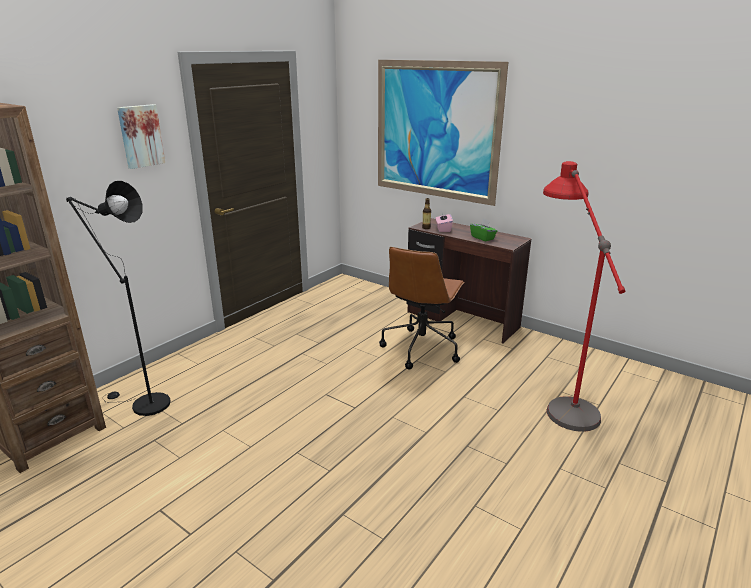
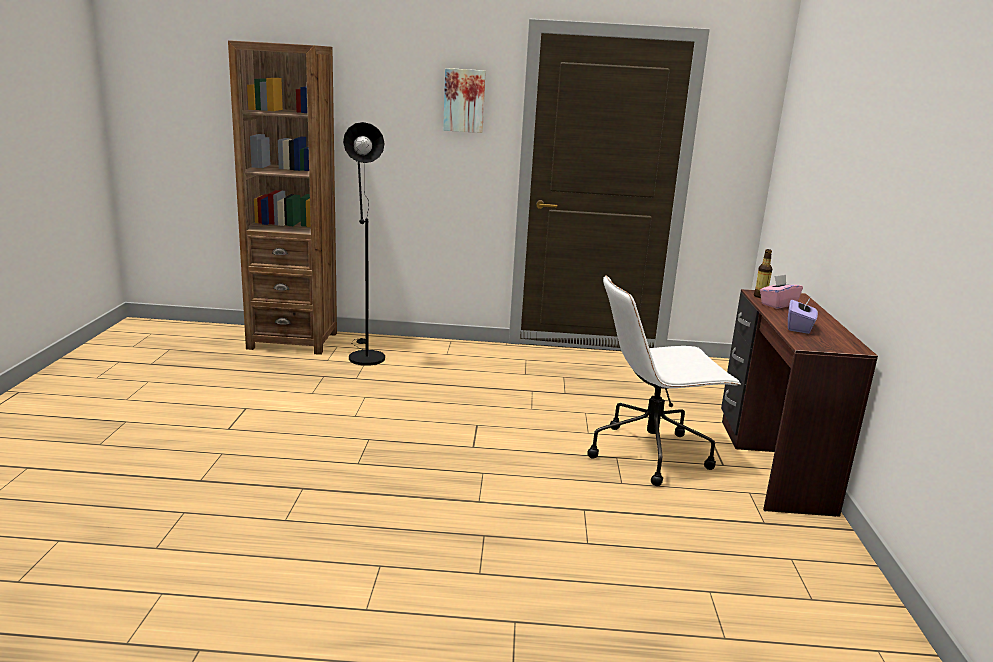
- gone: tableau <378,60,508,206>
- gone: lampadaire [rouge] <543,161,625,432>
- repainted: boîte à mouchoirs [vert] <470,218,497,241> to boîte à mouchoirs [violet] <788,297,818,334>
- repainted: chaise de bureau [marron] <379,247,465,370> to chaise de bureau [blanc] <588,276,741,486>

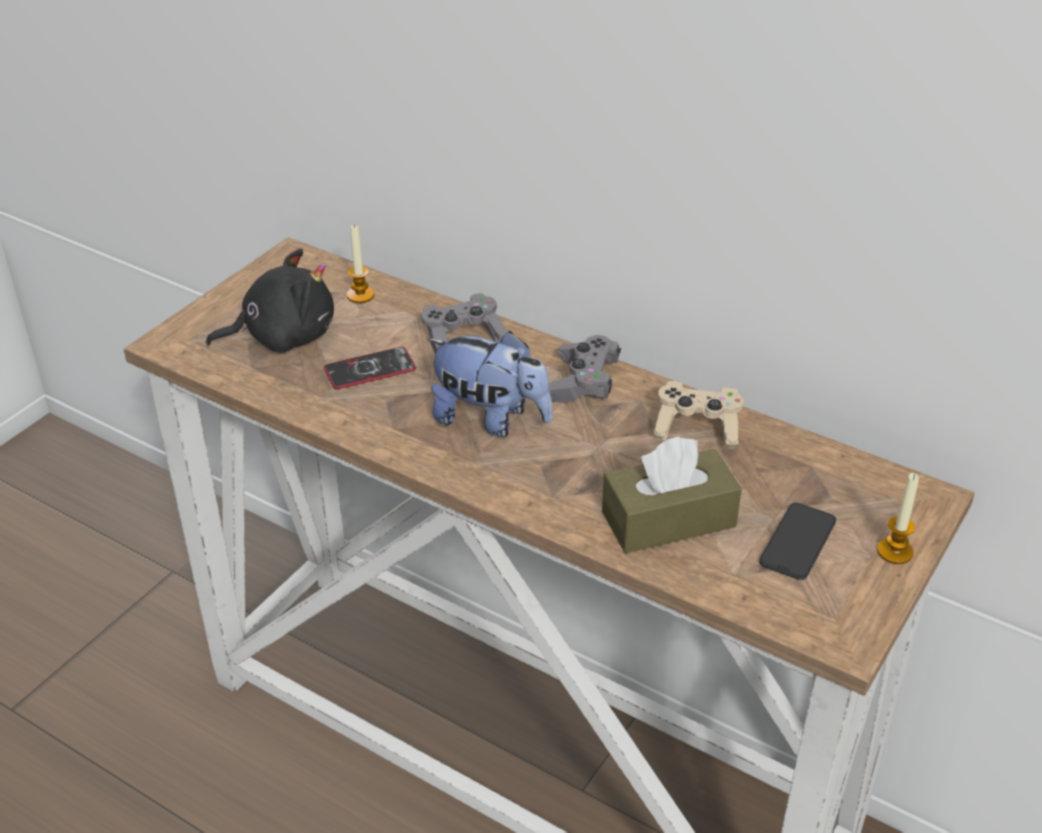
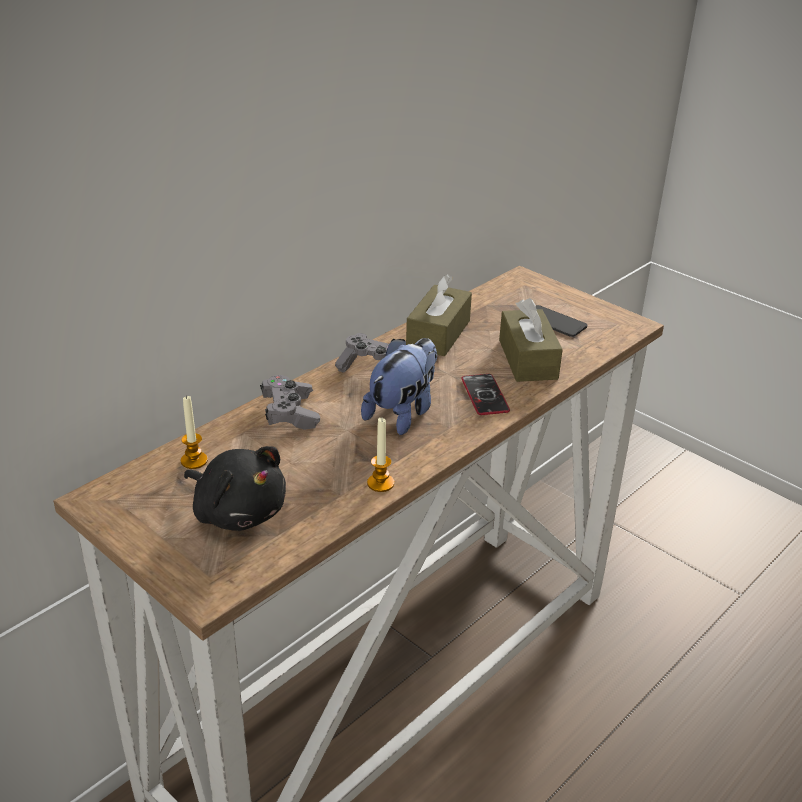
- rotated: peluche [noir] <206,248,334,353> = <184,446,286,531> 135 degrees clockwise
- shifted: téléphone <324,347,416,389> to <461,374,510,415>
- swapped: manette [beige] <653,381,744,449> to boîte à mouchoirs [marron] <406,274,472,356>
- shifted: bougie <877,473,919,564> to <367,418,394,492>

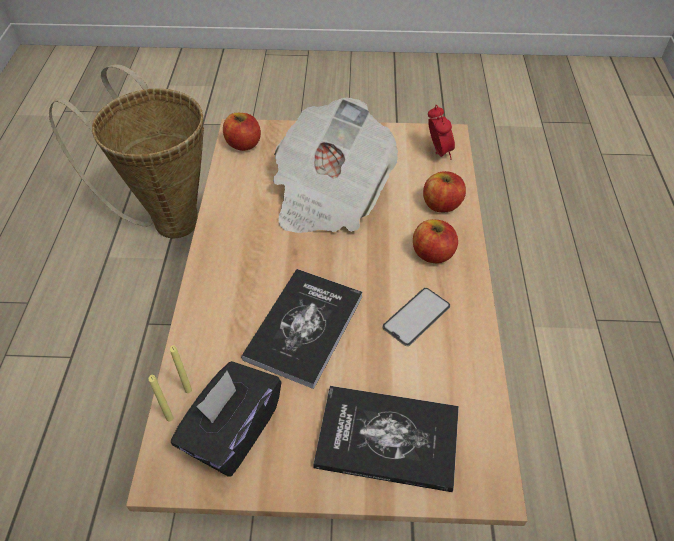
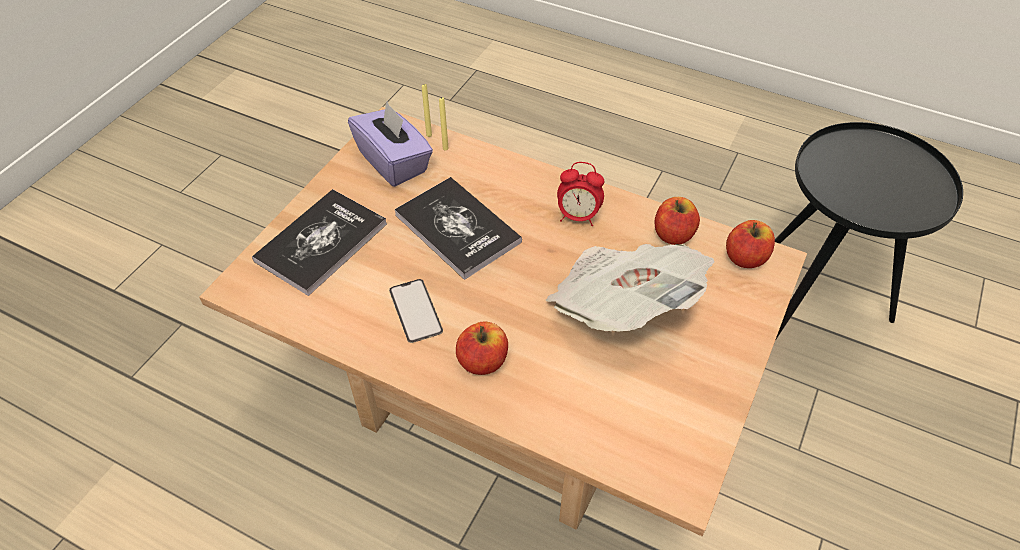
- swapped: panier <49,64,204,238> to table d'appoint [noir] <775,122,963,341>
- shifted: réveil <428,105,455,160> to <557,162,604,226>
- shifted: pomme <423,171,466,212> to <655,197,700,245>
- repainted: boîte à mouchoirs [noir] <171,361,281,476> to boîte à mouchoirs [violet] <348,102,433,187>

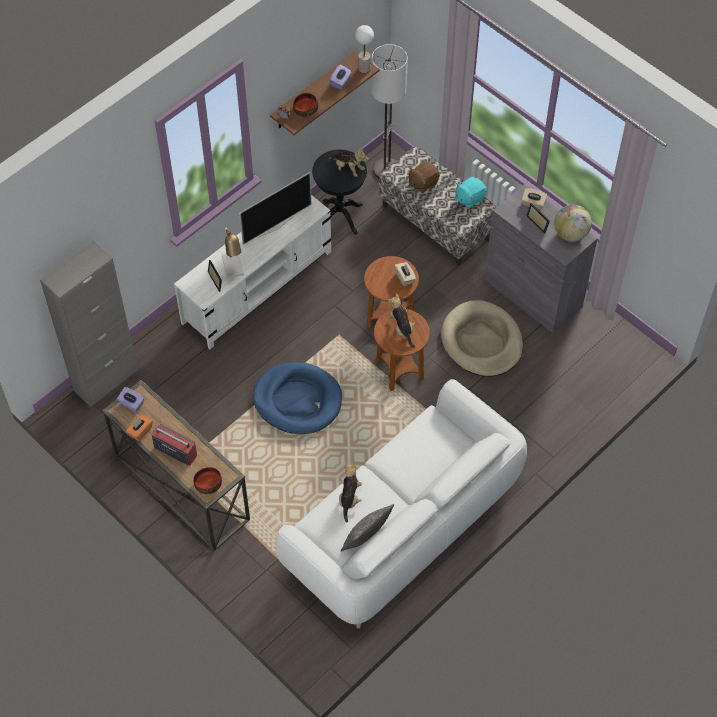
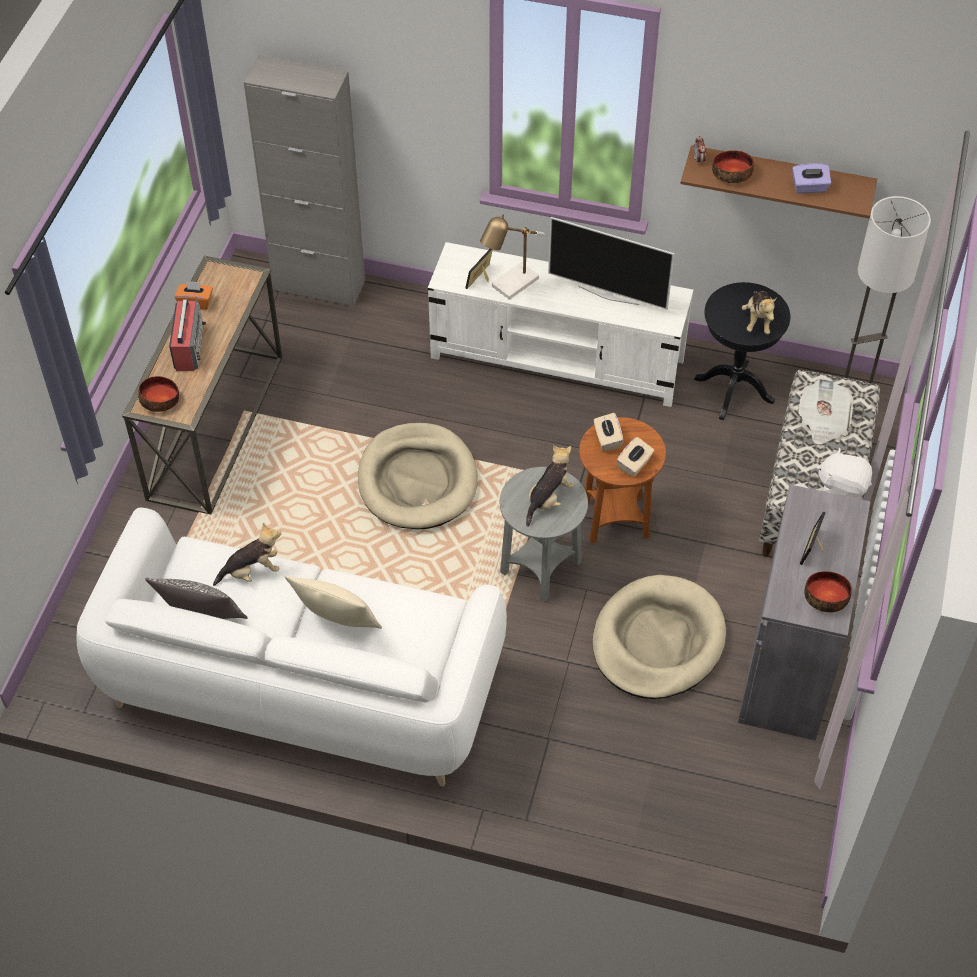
- gone: lampe de table <355,25,374,73>
- swapped: peluche [marron] <409,161,440,193> to journal <797,377,854,444>
- repainted: peluche [turquoise] <456,177,487,209> to peluche [blanc] <816,447,872,499>
- shifted: boîte à mouchoirs [beige] <522,188,547,210> to <594,413,623,451>
- swapped: globe <554,205,592,242> to bol <804,571,852,613>
- repainted: table d'appoint [marron] <374,309,430,391> to table d'appoint [gris] <500,467,588,602>
- repainted: panier pour chien [bleu] <253,362,342,434> to panier pour chien [beige] <358,423,478,529>
- gone: boîte à mouchoirs [violet] <117,387,144,412>
- new: coussin [beige] <285,575,382,629>

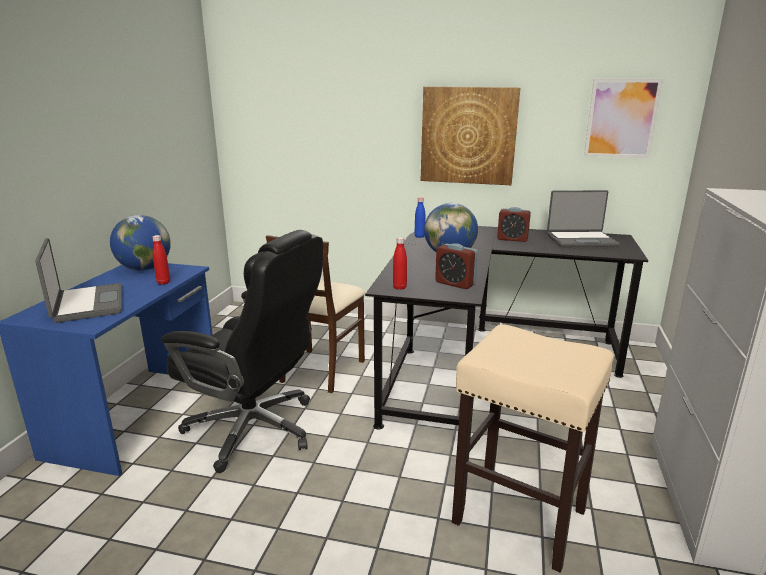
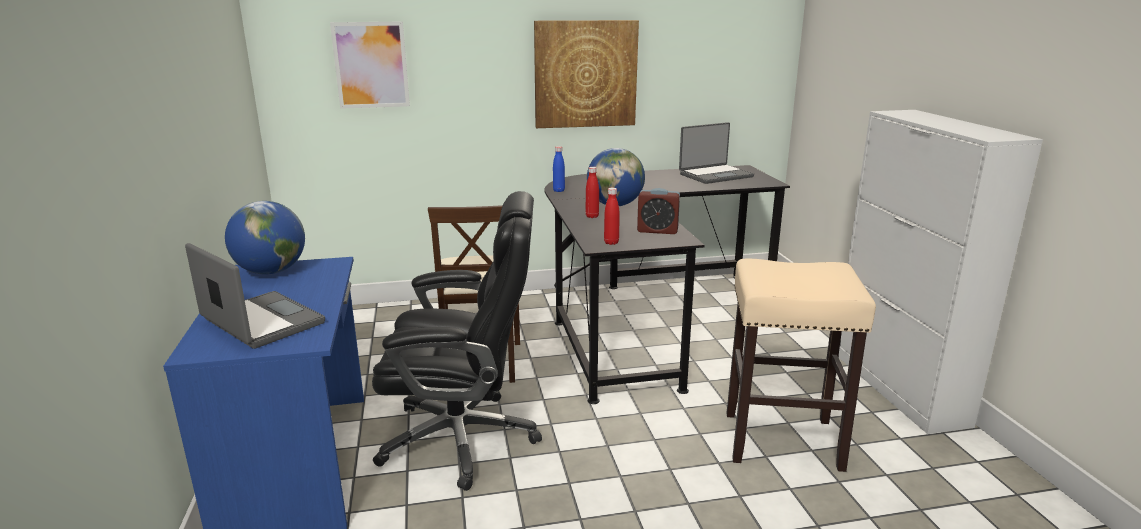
- shifted: tableau <584,79,663,158> to <330,22,410,109>
- gone: réveil <497,207,531,242>
- shifted: bouteille [rouge] <153,235,170,285> to <586,167,599,218>

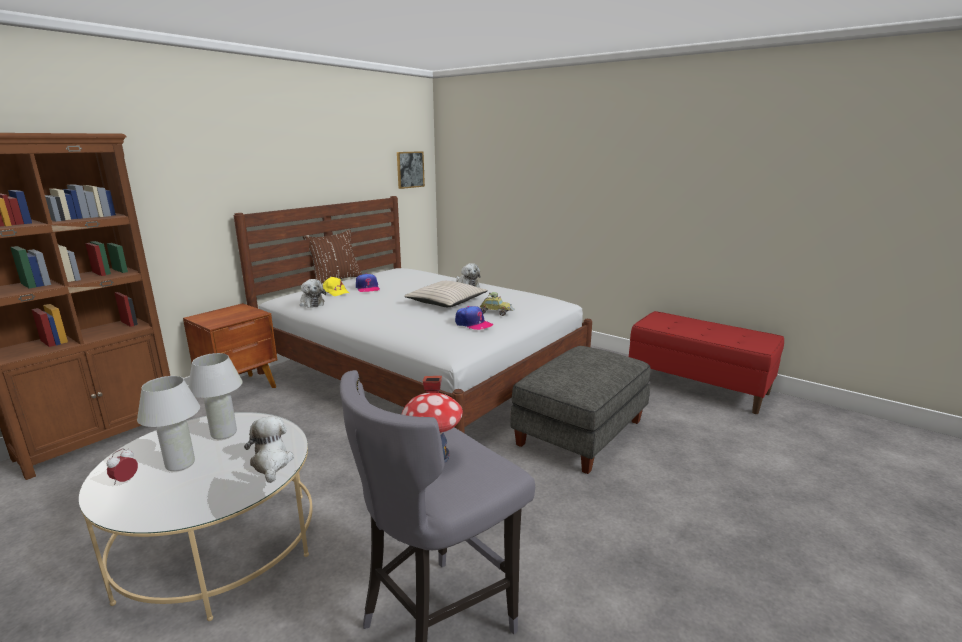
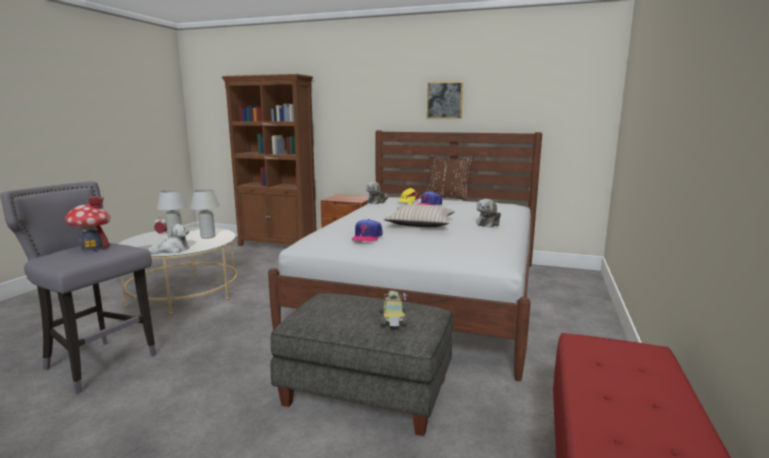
- shifted: tableau <397,151,425,189> to <427,82,463,119>
- shifted: petite voiture <480,292,515,316> to <380,291,408,326>

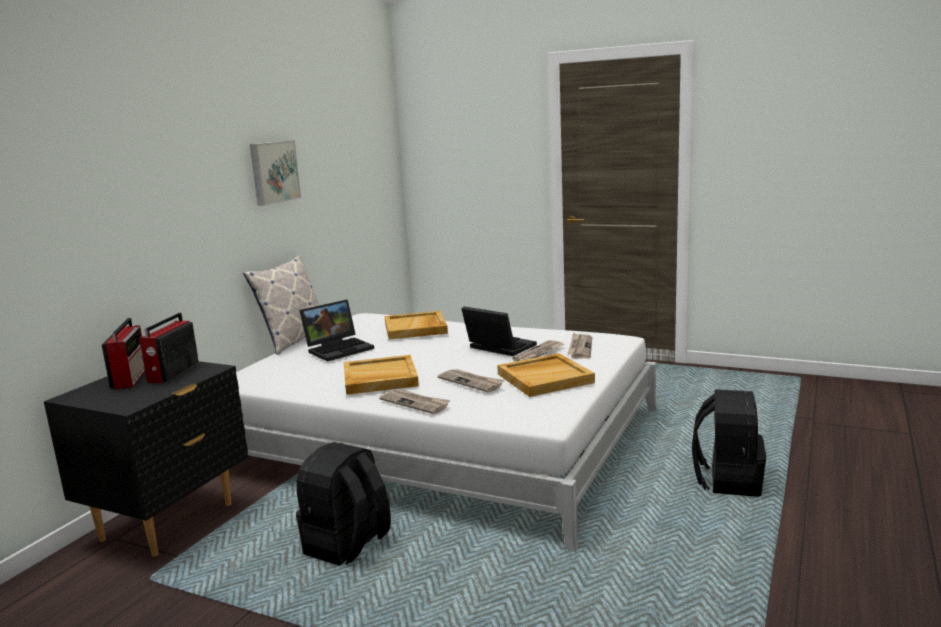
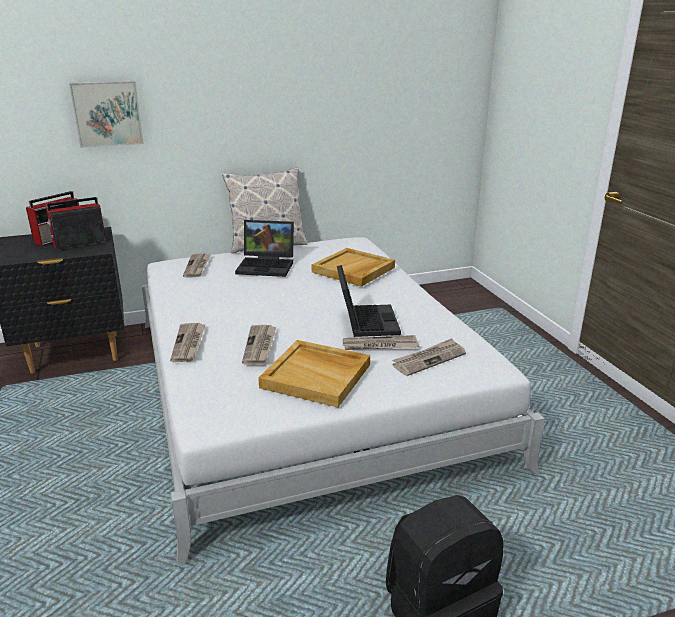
- shifted: tableau <250,140,301,206> to <69,81,144,148>
- gone: plateau [beige] <344,355,419,395>
- gone: sac à dos [noir] <296,442,391,566>
- new: journal <183,253,211,277>

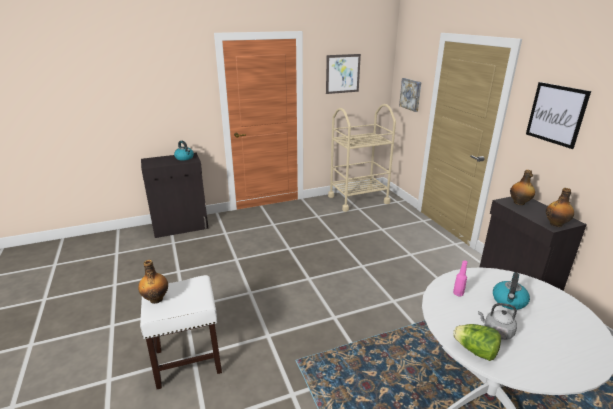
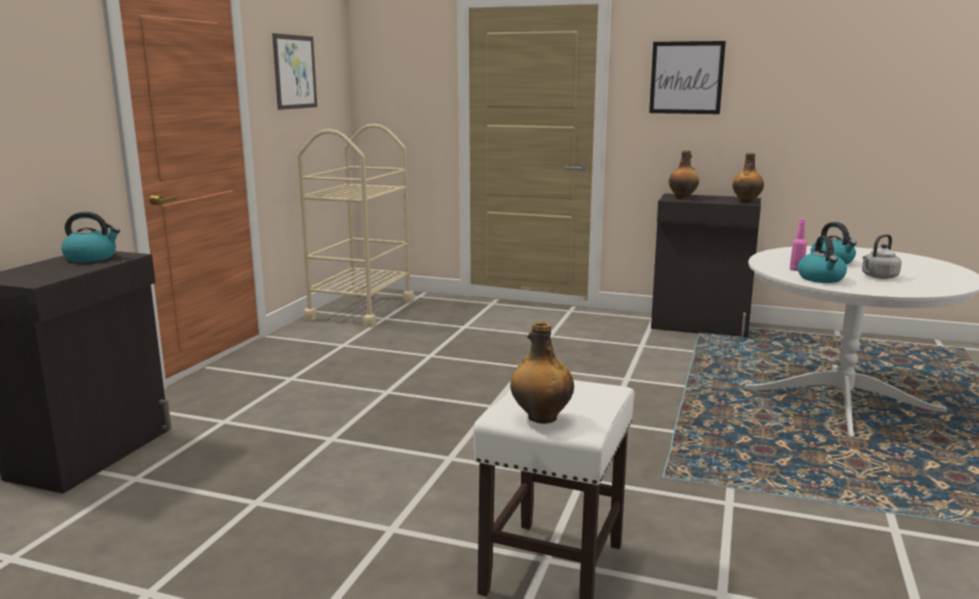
- gone: tableau <399,78,421,112>
- gone: laitue <453,324,501,361>
- new: bouilloire <798,236,847,283>

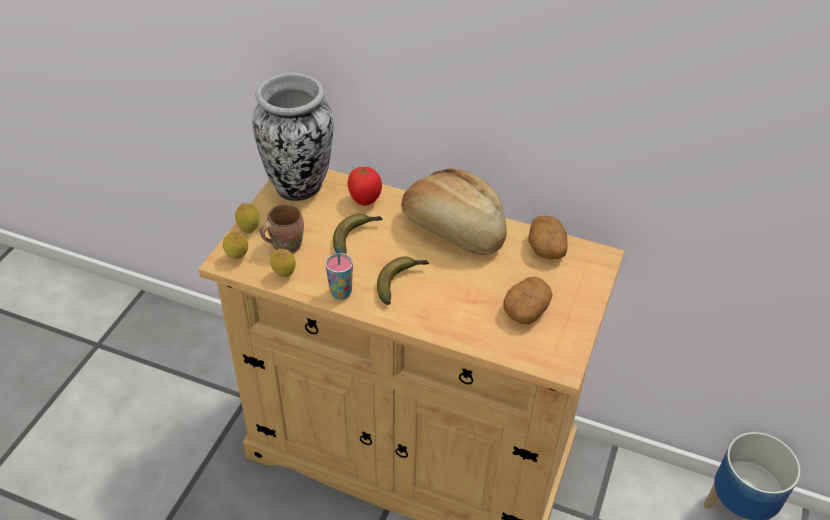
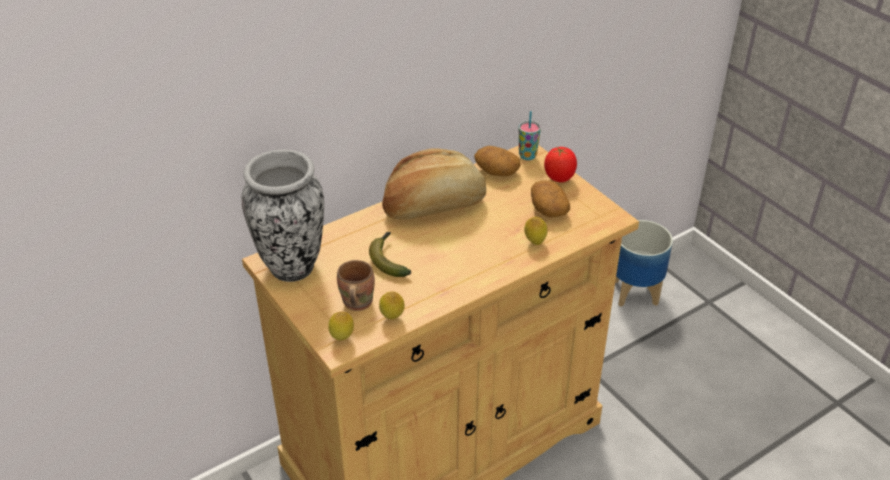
- shifted: tomate <348,167,382,206> to <544,146,577,182>
- shifted: citron <235,203,260,233> to <524,217,547,245>
- shifted: tasse <325,246,353,300> to <519,111,541,160>
- gone: banane <377,256,429,305>

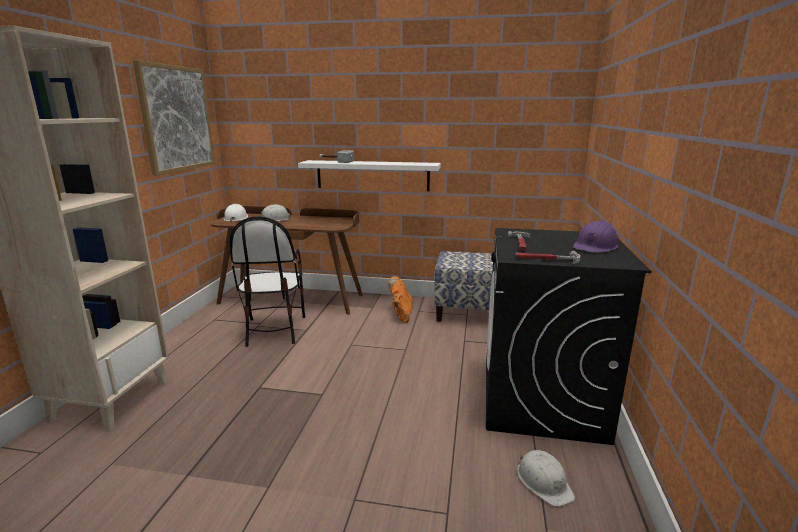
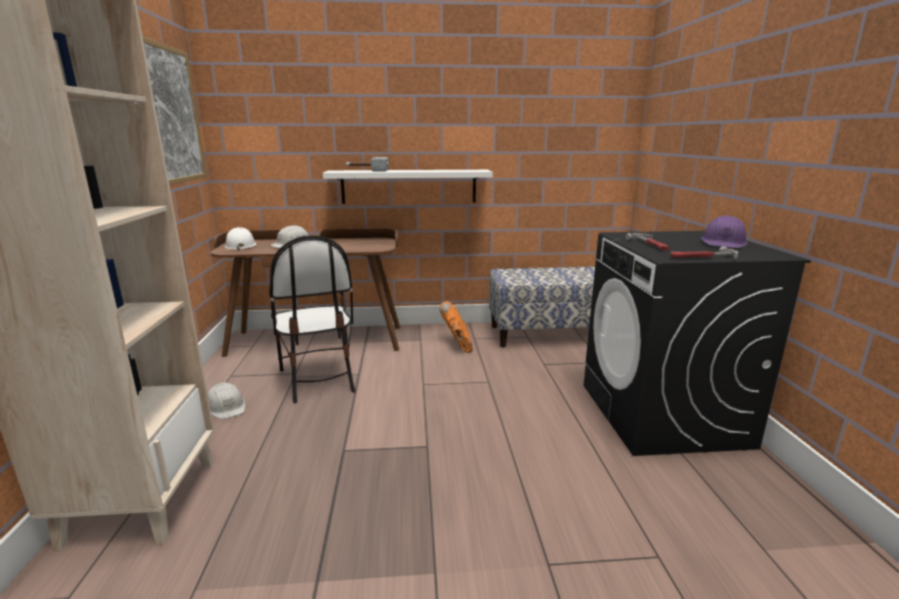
- shifted: casque de chantier [blanc] <517,450,575,507> to <207,383,245,419>

